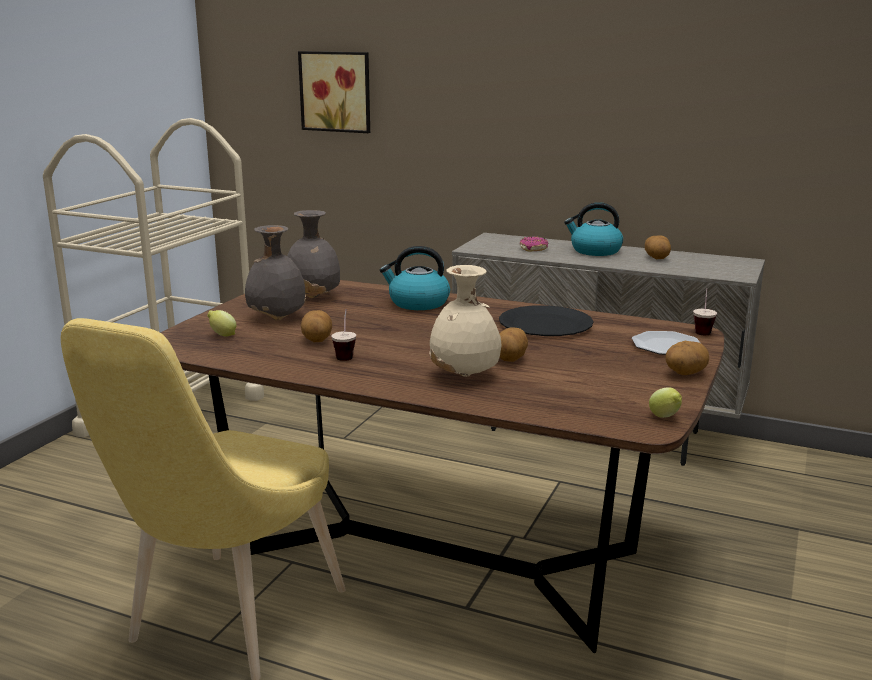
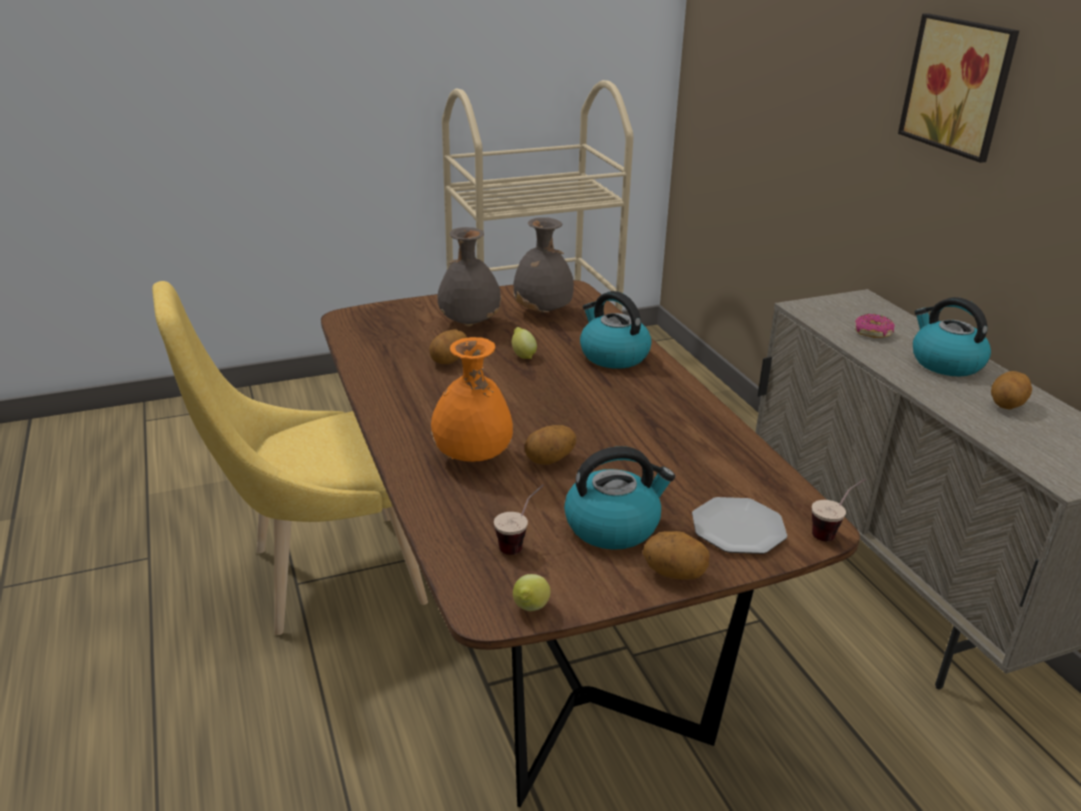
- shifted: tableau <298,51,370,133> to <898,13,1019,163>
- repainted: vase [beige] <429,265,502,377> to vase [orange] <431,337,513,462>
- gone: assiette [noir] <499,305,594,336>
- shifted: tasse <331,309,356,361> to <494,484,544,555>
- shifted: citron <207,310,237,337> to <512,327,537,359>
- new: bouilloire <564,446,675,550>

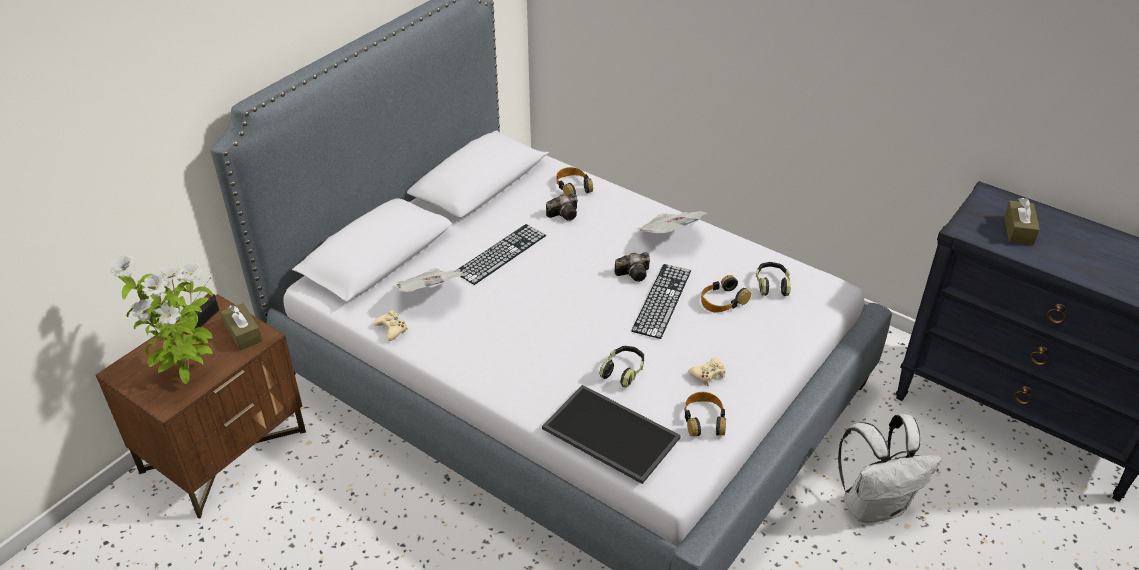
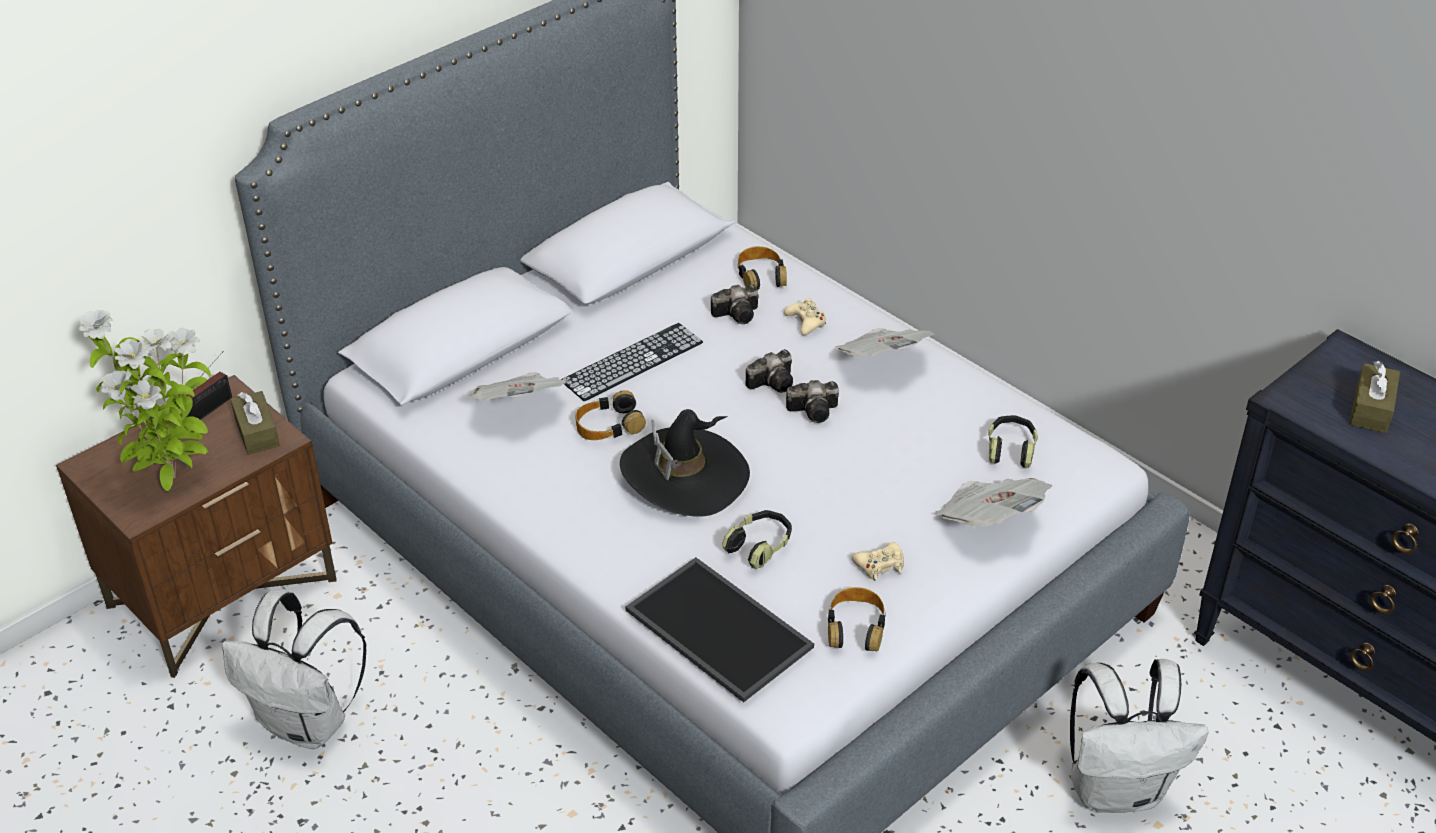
- gone: clavier <631,264,691,339>
- shifted: casque audio <701,275,751,312> to <575,390,646,440>
- shifted: manette [beige] <374,310,407,341> to <784,298,826,335>
- new: appareil photo <745,349,793,393>
- new: chapeau [noir] <620,409,750,517>
- new: journal <935,478,1052,526>
- new: sac à dos [blanc] <222,590,367,749>

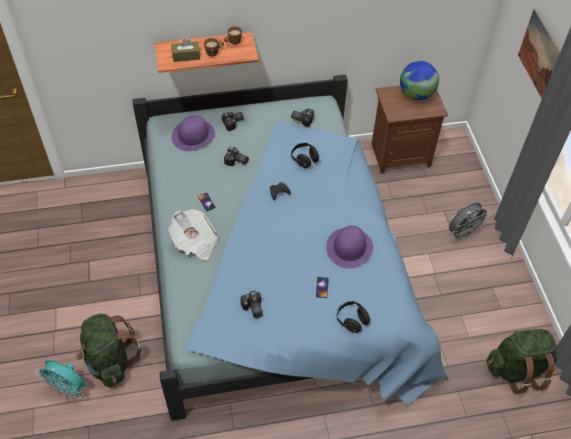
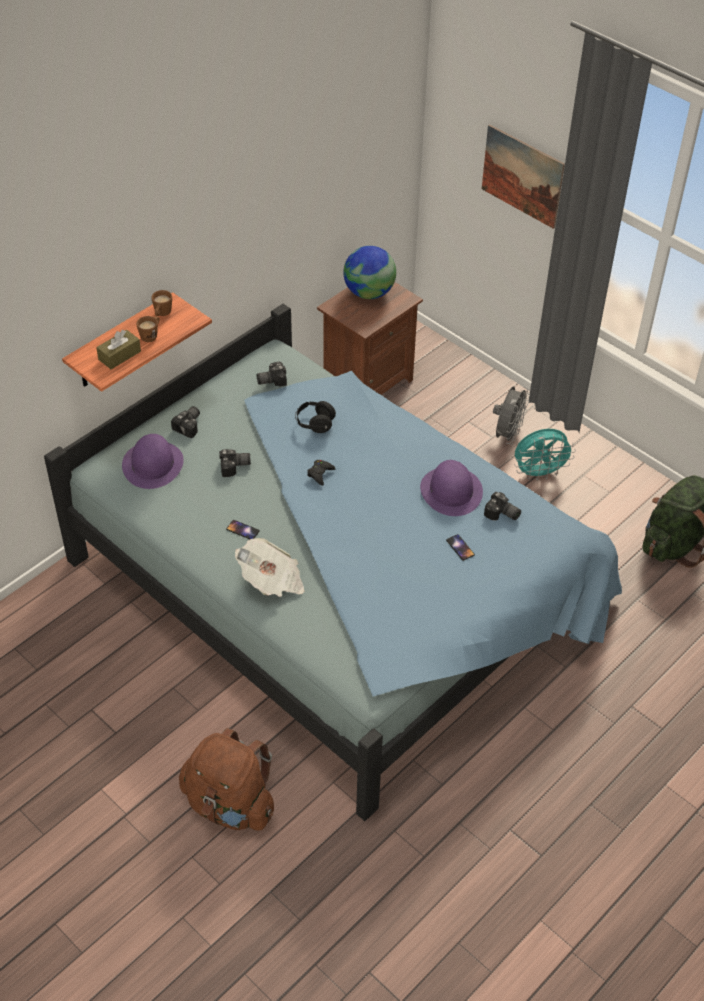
- shifted: appareil photo <240,291,263,318> to <484,491,521,520>
- gone: casque audio [noir] <337,301,371,333>
- repainted: sac à dos [vert] <76,314,141,387> to sac à dos [marron] <179,728,274,831>
- shifted: ventilateur [turquoise] <35,360,86,399> to <514,429,576,481>

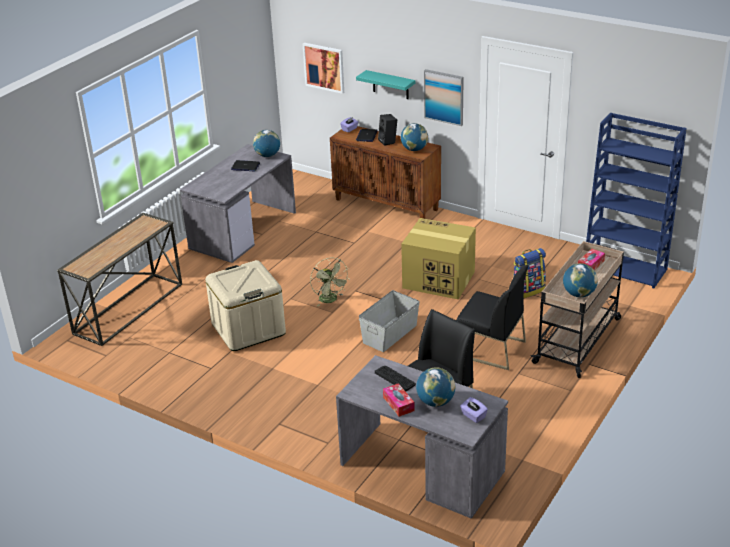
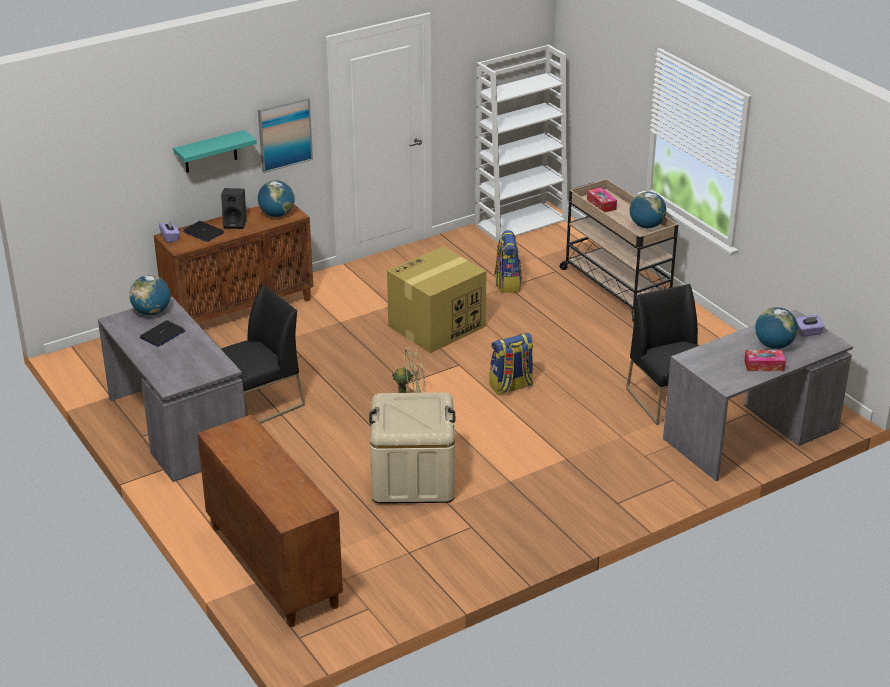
- gone: tableau <303,43,344,94>
- repainted: bibliothèque [bleu] <586,113,687,288> to bibliothèque [blanc] <475,44,568,243>
- swapped: table console <57,213,182,346> to meuble de rangement [marron] <197,414,343,627>
- shifted: chaise [noir] <456,265,528,370> to <221,285,305,424>
- swapped: boîte de rangement [gris] <359,290,420,352> to sac à dos <490,333,533,395>
- gone: clavier <375,366,416,392>

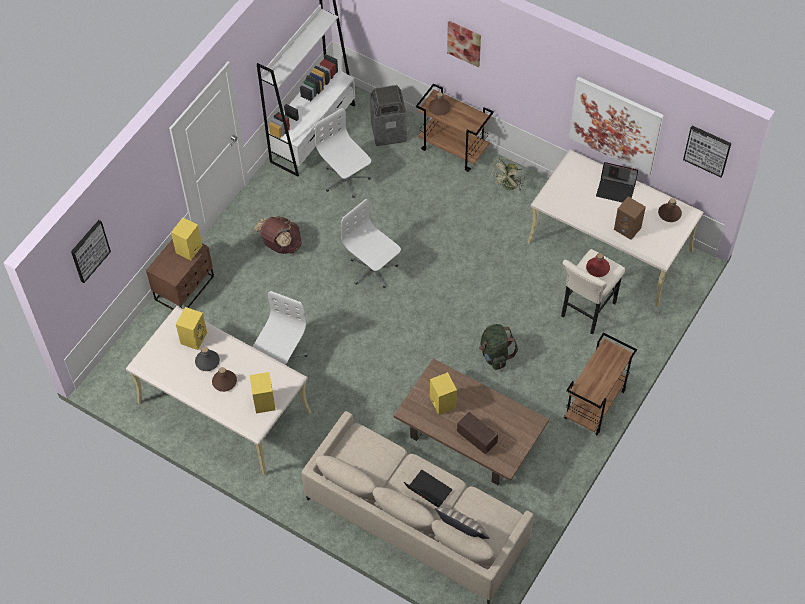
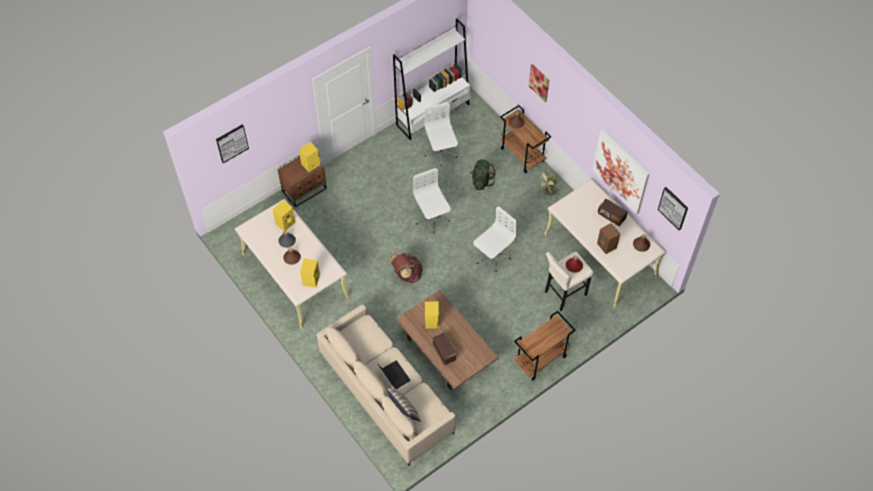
- gone: poubelle <370,85,407,146>
- swapped: ordinateur portable <596,162,638,203> to radio <598,199,628,226>
- shifted: sac à dos [marron] <254,216,302,254> to <389,253,423,283>
- shifted: chaise de bureau [blanc] <253,291,307,366> to <473,207,517,272>
- shifted: sac à dos [vert] <479,324,518,370> to <470,159,496,190>

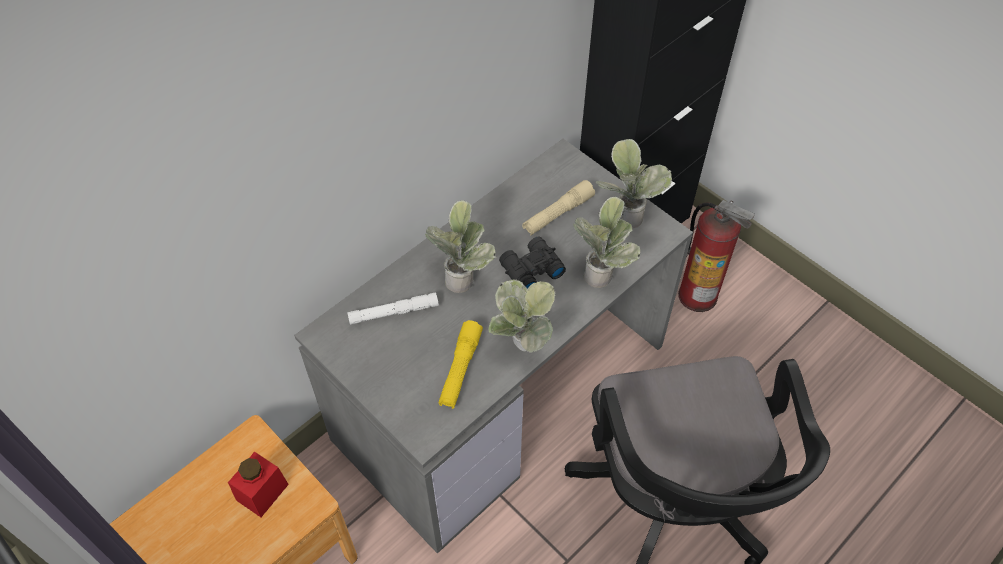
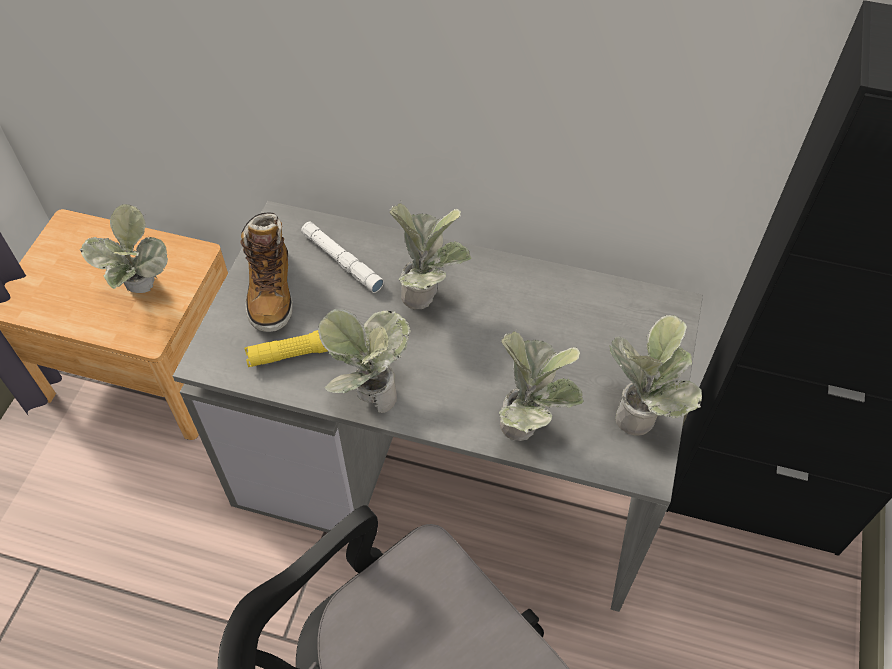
- gone: lampe de poche [beige] <522,180,595,236>
- gone: extincteur <678,200,755,312>
- gone: jumelles [noir] <499,237,566,289>
- swapped: bocal [rouge] <228,452,289,517> to plante en pot <79,204,168,293>
- new: botte <240,213,293,332>

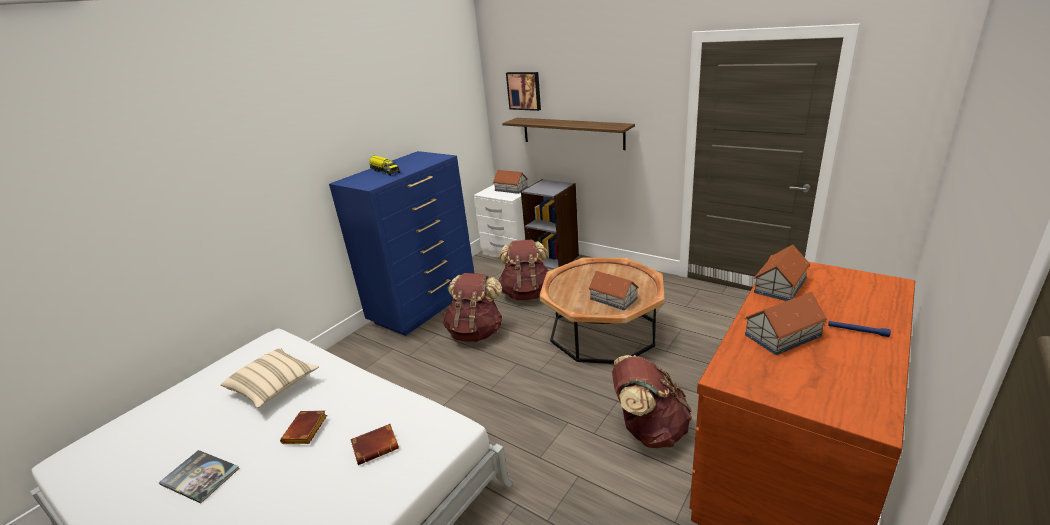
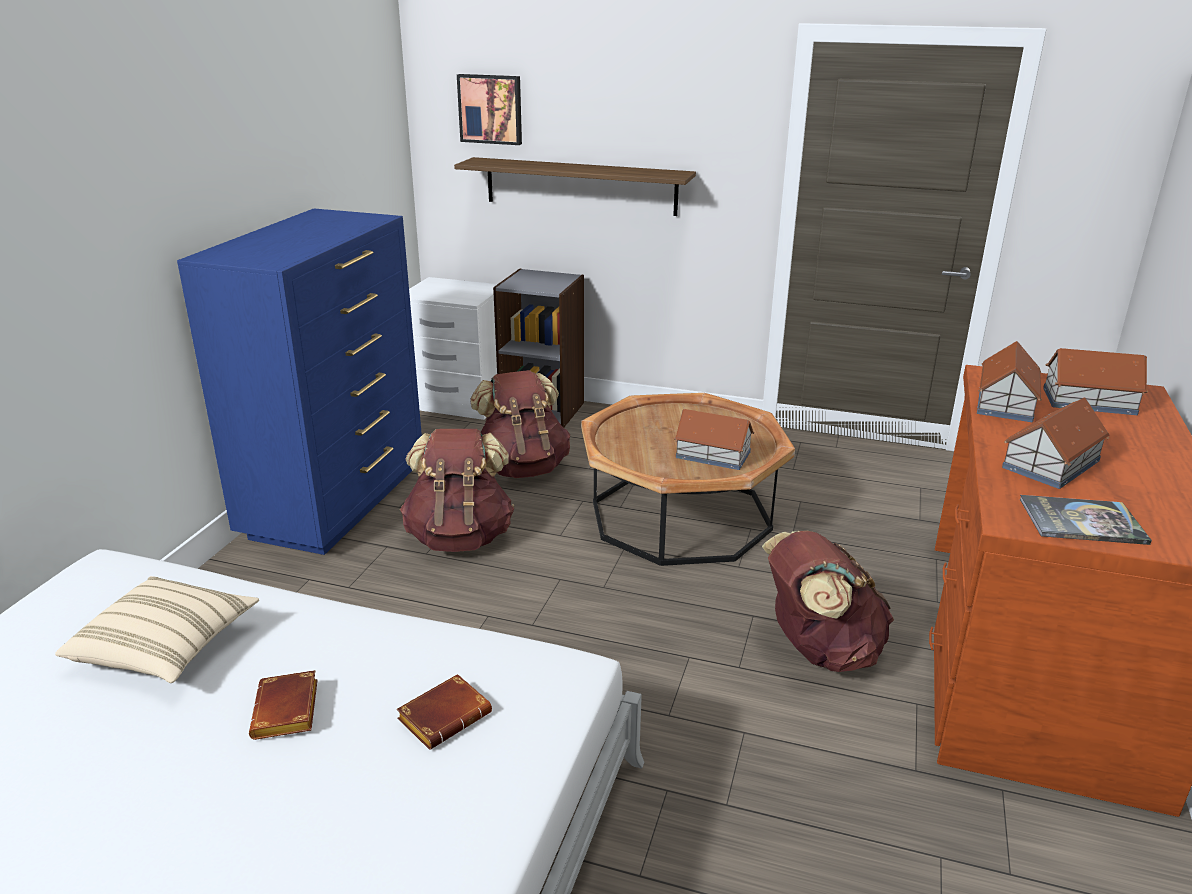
- gone: camion jouet <369,156,400,176>
- shifted: maison miniature <493,170,528,194> to <1043,348,1148,415>
- gone: lampe de poche [bleu] <828,321,891,337>
- shifted: livre <159,450,239,503> to <1020,495,1152,545>

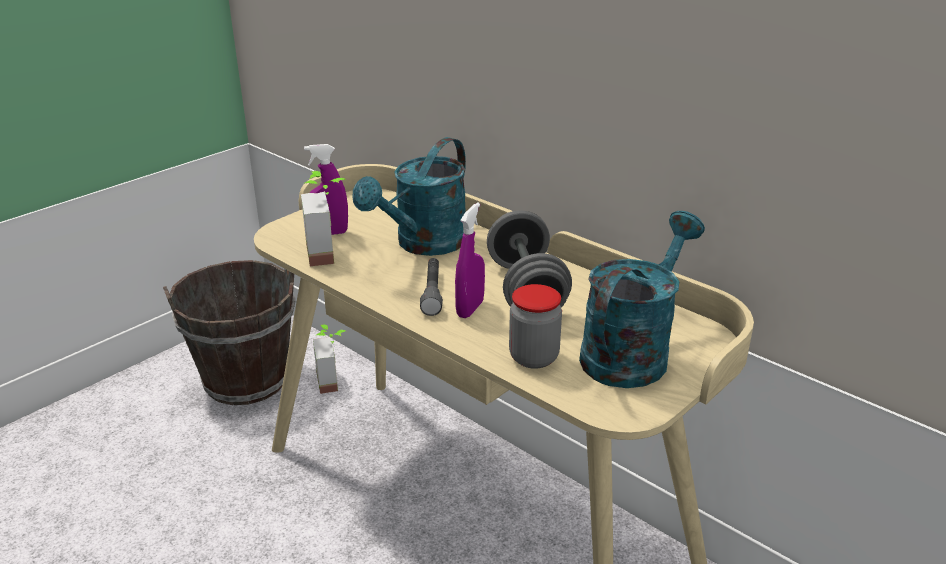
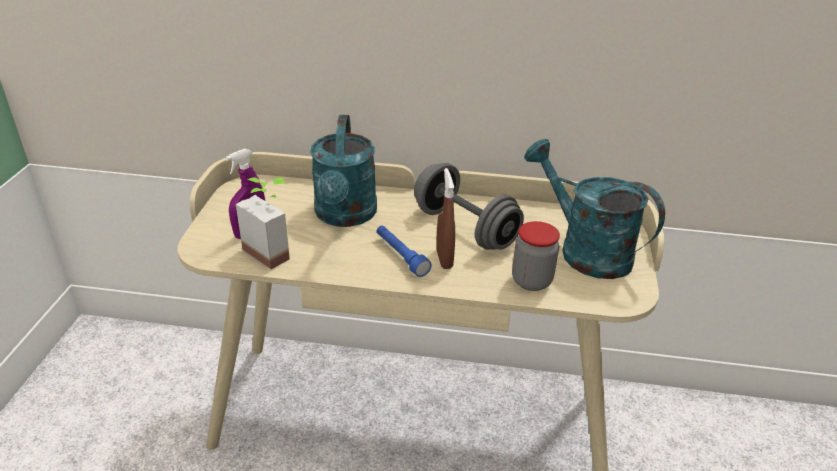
- repainted: vaporisateur [violet] <455,202,485,318> to vaporisateur [marron] <436,168,455,269>
- rotated: arrosoir [turquoise] <579,211,705,388> = <524,139,665,279> 45 degrees counterclockwise
- repainted: lampe de poche [gris] <420,258,443,316> to lampe de poche [bleu] <377,225,432,277>
- gone: seau [marron] <163,260,295,405>
- gone: plante en pot <313,324,345,394>

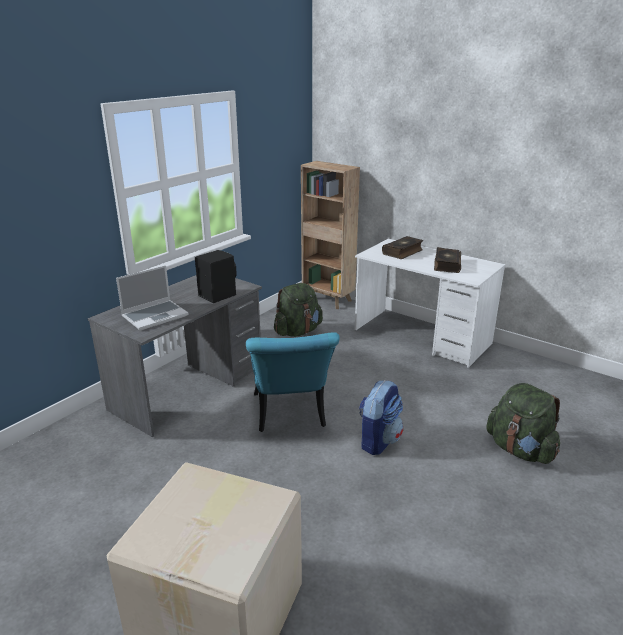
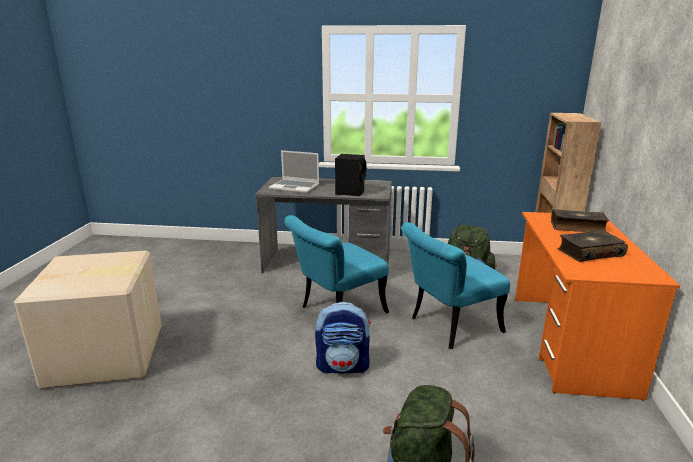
- repainted: bureau [blanc] <355,239,506,368> to bureau [orange] <515,212,680,400>
- new: chaise [turquoise] <401,222,510,349>

